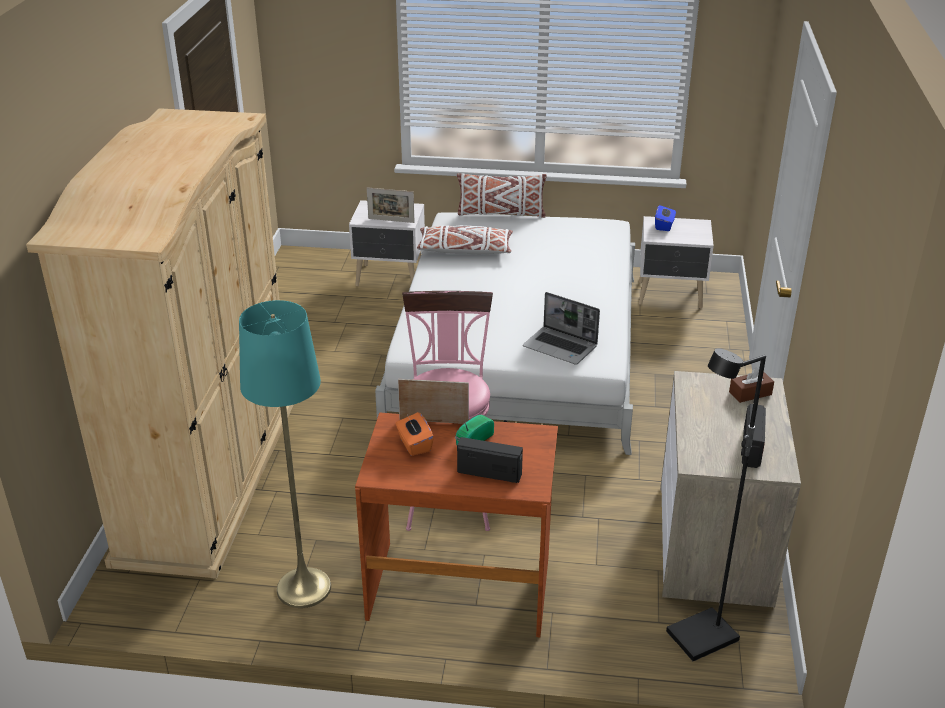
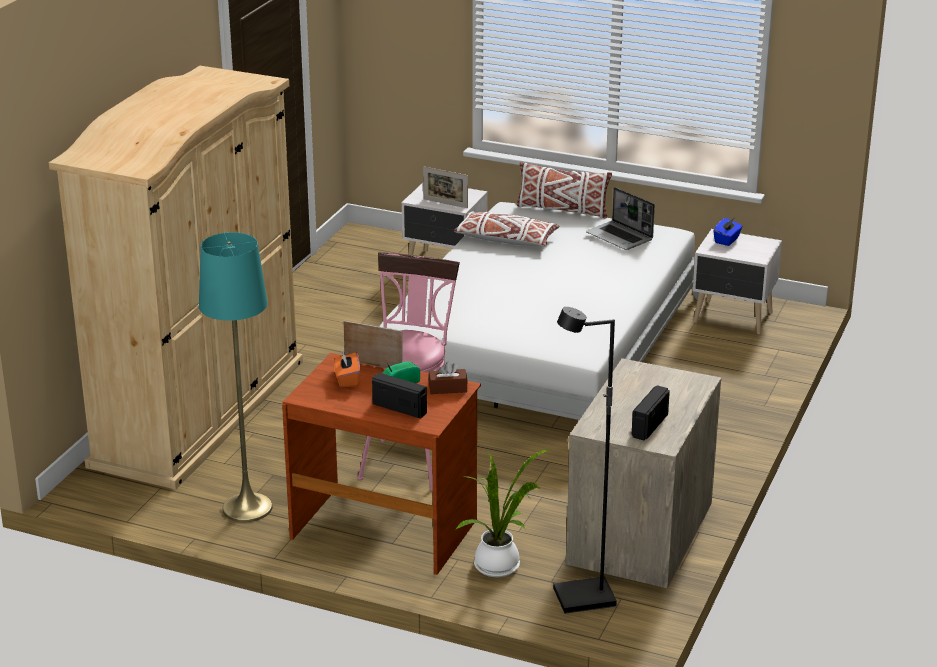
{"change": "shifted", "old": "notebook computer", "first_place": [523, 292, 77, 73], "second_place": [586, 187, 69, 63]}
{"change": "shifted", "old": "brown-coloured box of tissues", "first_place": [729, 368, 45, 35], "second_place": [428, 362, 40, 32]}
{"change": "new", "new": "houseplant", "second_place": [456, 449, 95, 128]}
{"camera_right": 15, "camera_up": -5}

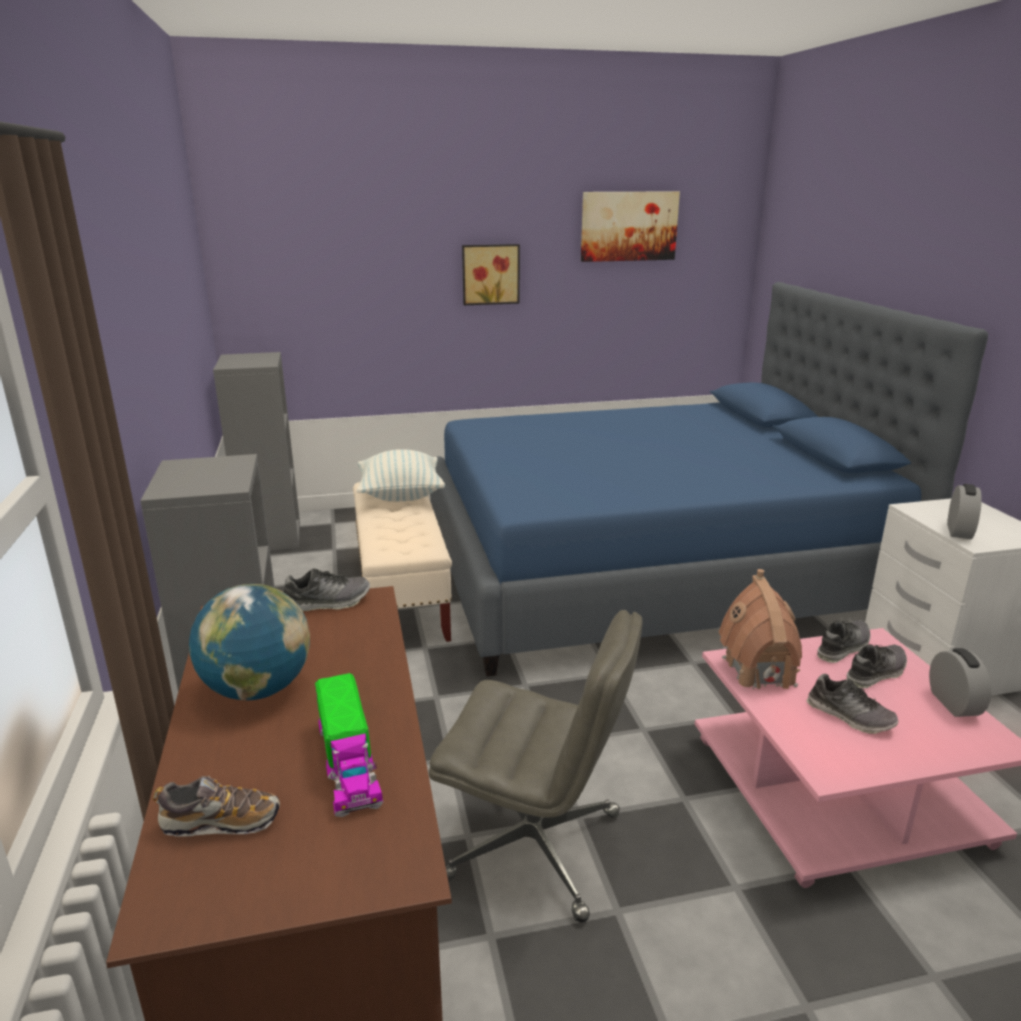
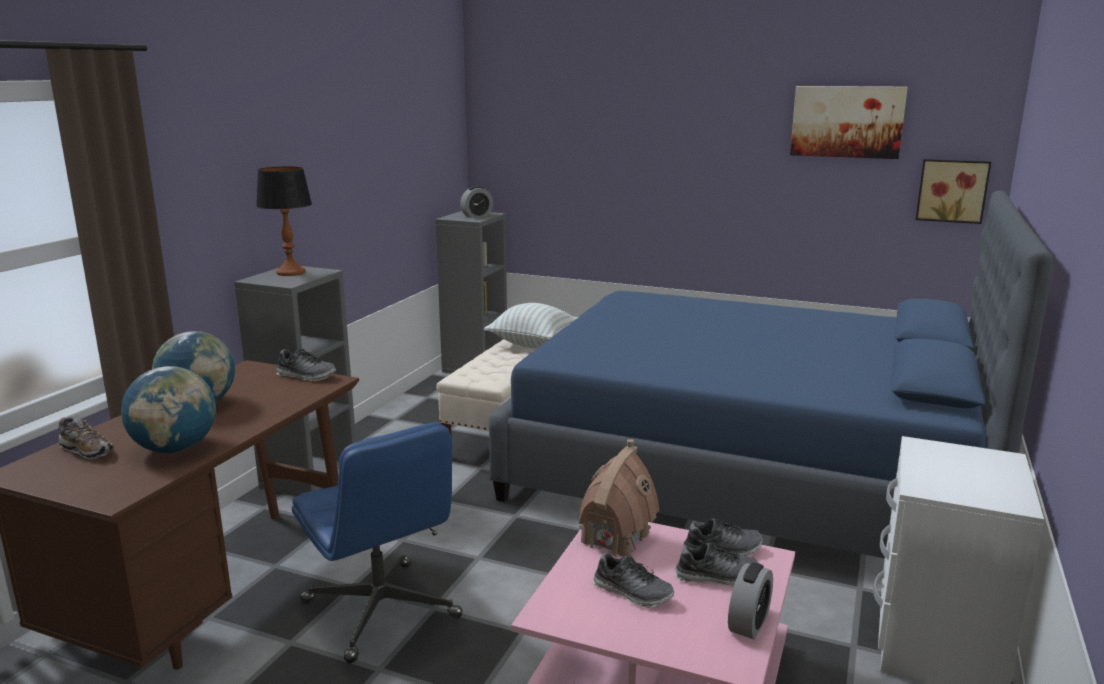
{"change": "shifted", "old": "picture", "first_place": [462, 244, 58, 61], "second_place": [915, 159, 76, 65]}
{"change": "shifted", "old": "table clock", "first_place": [947, 484, 35, 55], "second_place": [460, 186, 33, 31]}
{"change": "repainted", "old": "gray desk chair", "new": "bluish desk chair", "first_place": [429, 610, 213, 313], "second_place": [292, 422, 171, 241]}
{"change": "swapped", "old": "toy truck", "new": "globe", "first_place": [315, 673, 68, 144], "second_place": [121, 366, 95, 87]}
{"change": "rotated", "old": "item of footwear", "first_place": [807, 674, 91, 60], "second_place": [593, 552, 81, 56], "degrees": -45}
{"change": "new", "new": "tabletop lamp", "second_place": [256, 166, 56, 110]}
{"camera_right": 35, "camera_up": -5}

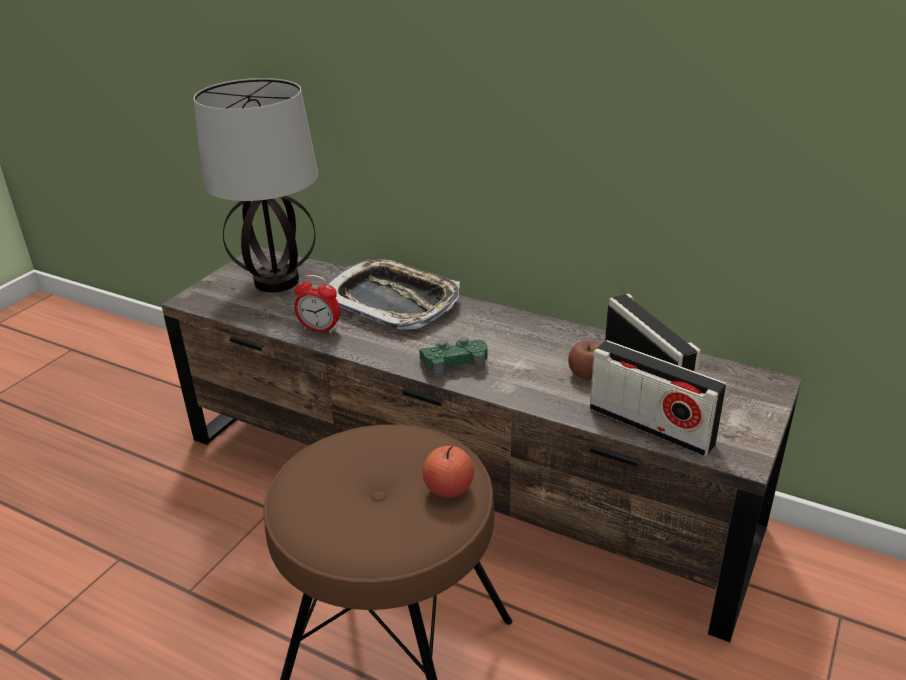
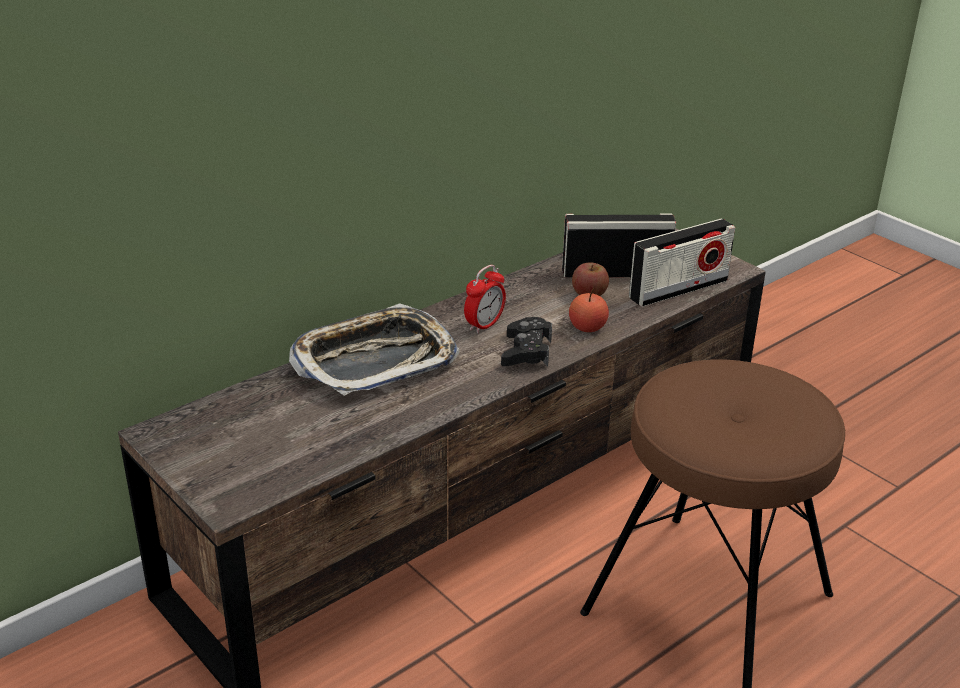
{"change": "gone", "old": "tabletop lamp", "first_place": [194, 78, 124, 214]}
{"change": "shifted", "old": "table clock", "first_place": [294, 275, 47, 59], "second_place": [464, 265, 42, 69]}
{"change": "repainted", "old": "green-coloured game controller", "new": "black-coloured game controller", "first_place": [419, 337, 69, 42], "second_place": [501, 317, 51, 50]}
{"change": "shifted", "old": "apple fruit", "first_place": [423, 446, 51, 52], "second_place": [569, 288, 40, 44]}
{"camera_right": -70, "camera_up": 0}

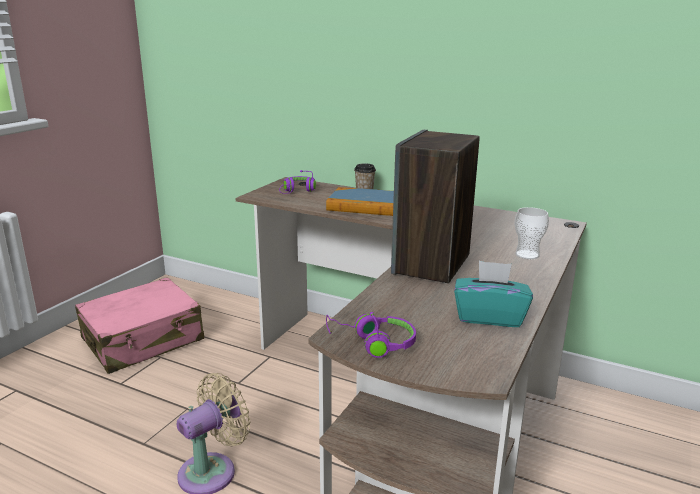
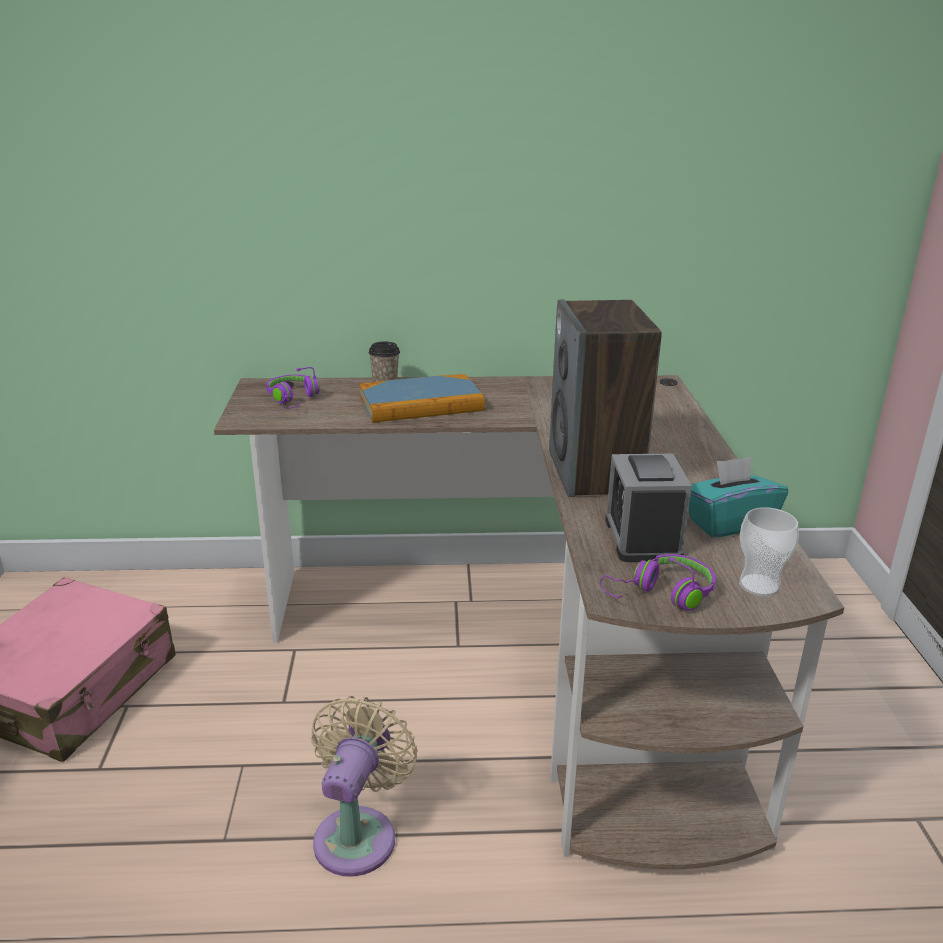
{"change": "shifted", "old": "small cup", "first_place": [514, 207, 35, 52], "second_place": [739, 507, 60, 90]}
{"change": "new", "new": "table clock", "second_place": [605, 454, 87, 108]}
{"camera_right": -30, "camera_up": 5}

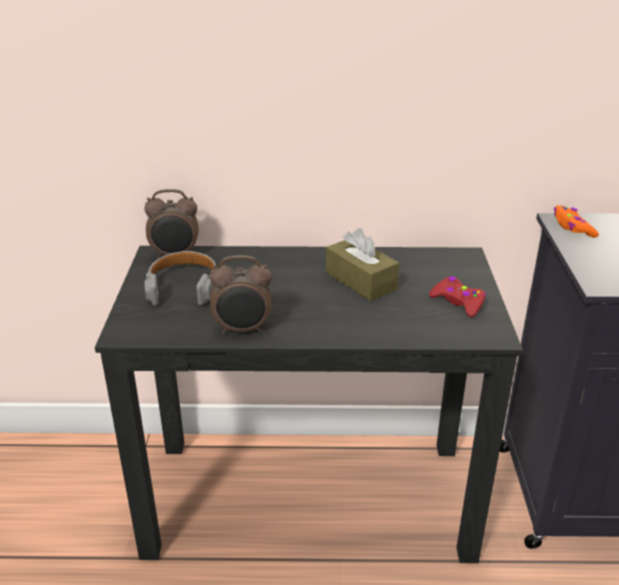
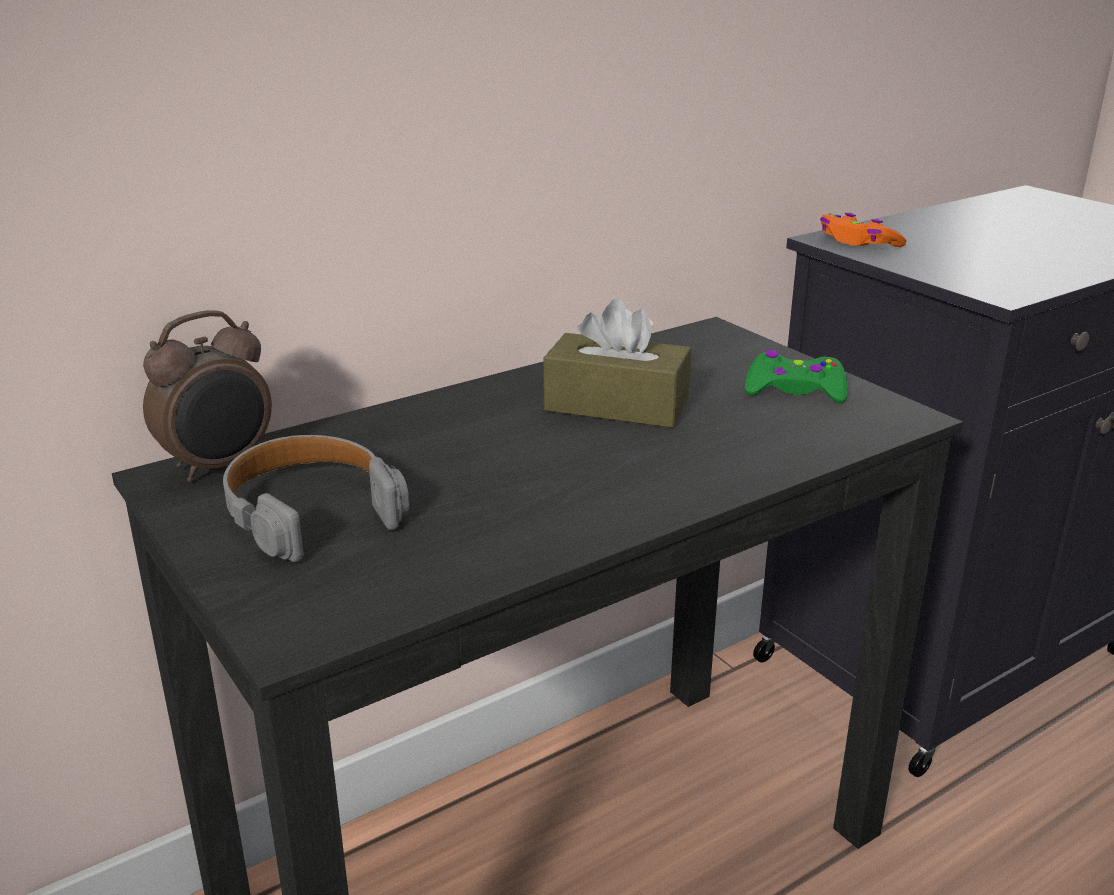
{"change": "gone", "old": "table clock", "first_place": [210, 255, 62, 79]}
{"change": "repainted", "old": "red-coloured game controller", "new": "green-coloured game controller", "first_place": [429, 276, 57, 41], "second_place": [745, 350, 103, 53]}
{"camera_right": -35, "camera_up": -5}

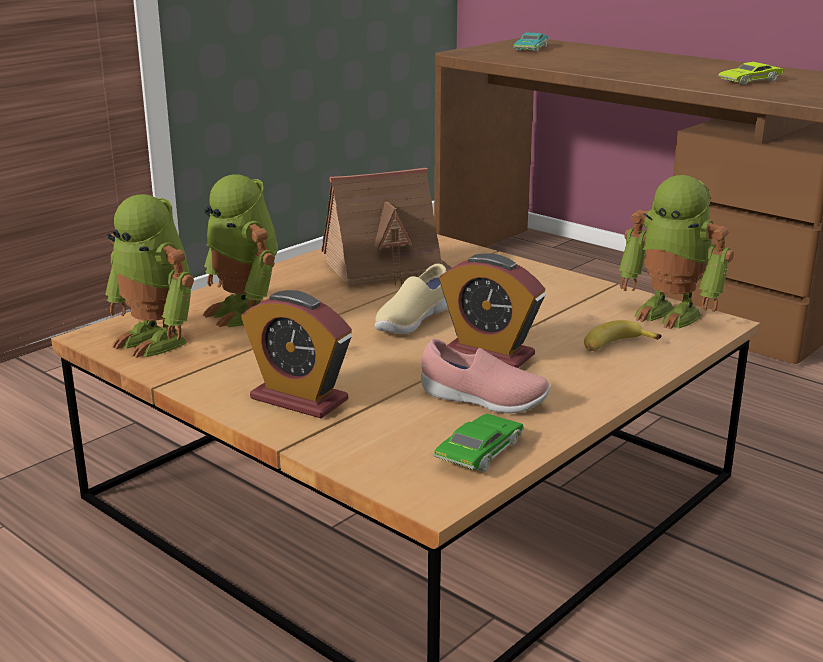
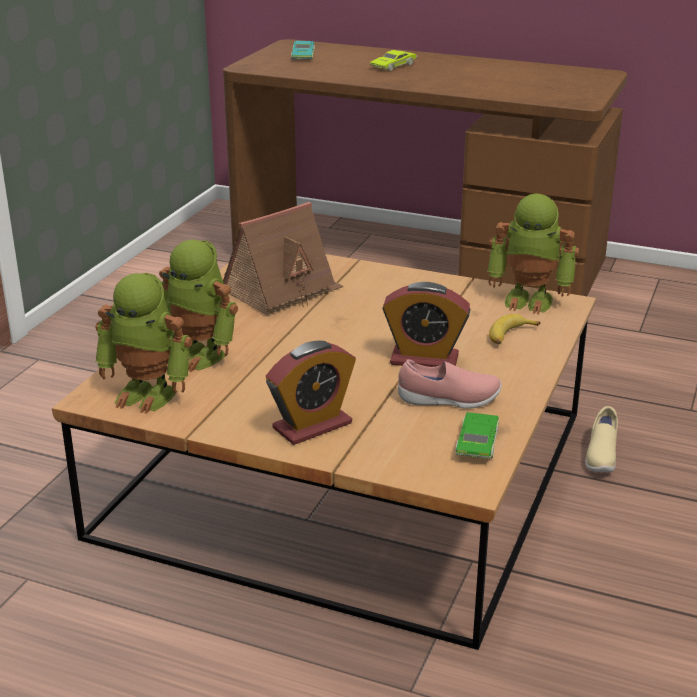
{"change": "shifted", "old": "green-coloured model car", "first_place": [718, 62, 66, 23], "second_place": [369, 50, 48, 21]}
{"change": "shifted", "old": "beige-coloured item of footwear", "first_place": [375, 264, 73, 70], "second_place": [585, 406, 33, 66]}
{"change": "rotated", "old": "table clock", "first_place": [241, 290, 111, 128], "second_place": [266, 341, 90, 104], "degrees": -45}
{"camera_right": -20, "camera_up": 5}

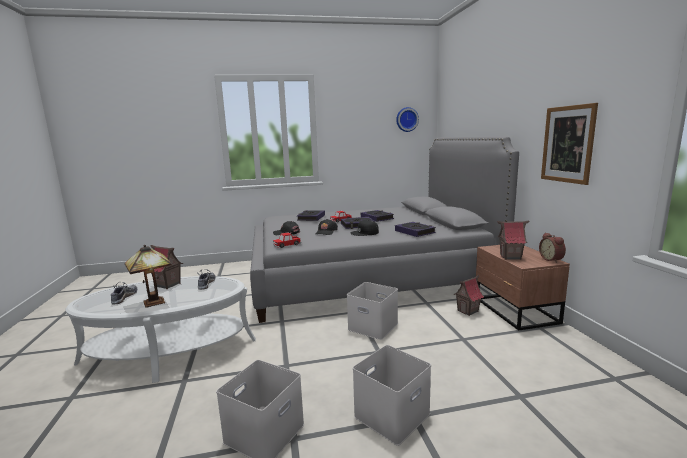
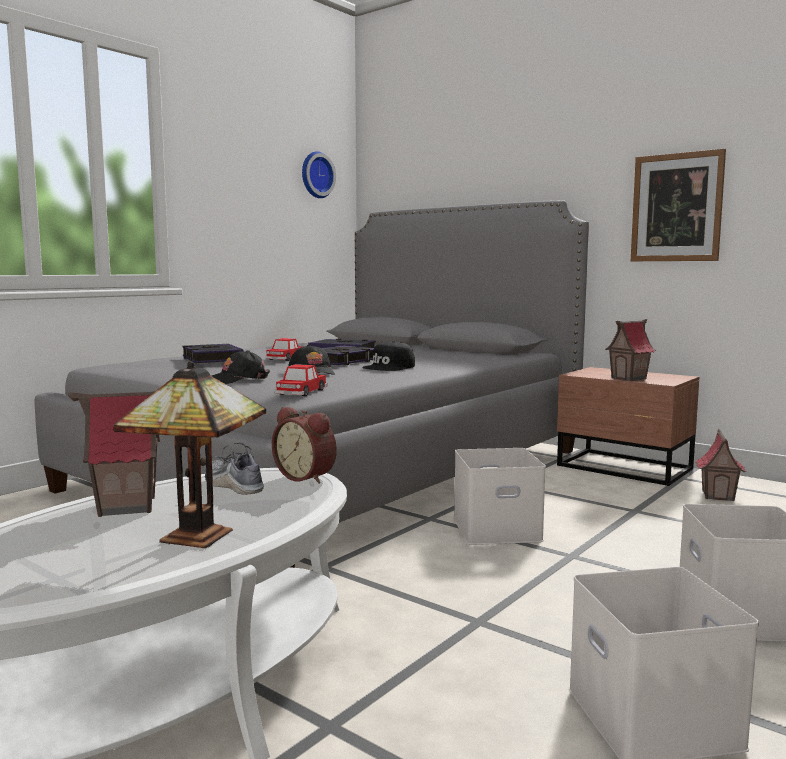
{"change": "gone", "old": "book", "first_place": [395, 222, 41, 15]}
{"change": "shifted", "old": "table clock", "first_place": [539, 233, 27, 30], "second_place": [272, 407, 65, 77]}
{"change": "shifted", "old": "toy house", "first_place": [454, 275, 30, 41], "second_place": [696, 429, 50, 72]}
{"change": "gone", "old": "item of footwear", "first_place": [111, 282, 26, 22]}
{"camera_right": -40, "camera_up": -5}

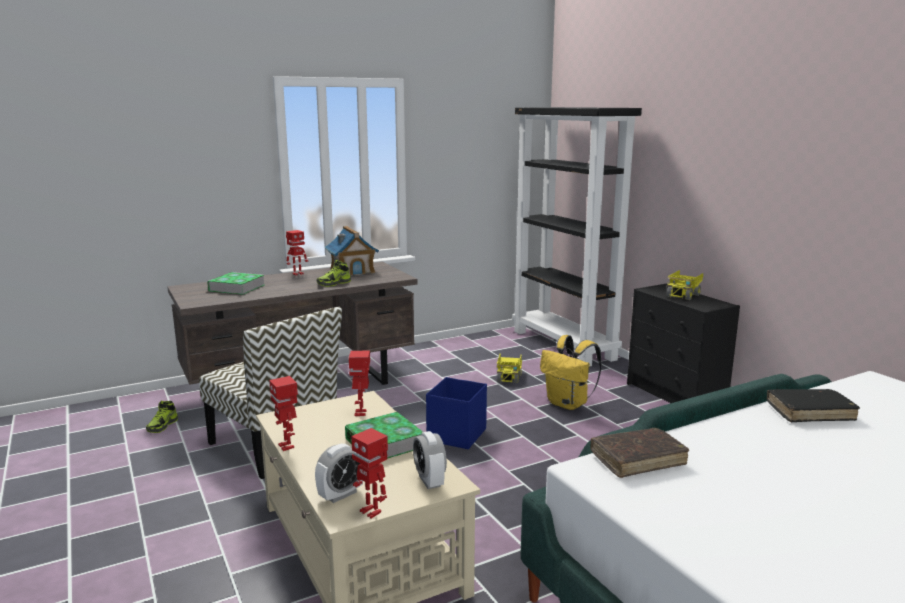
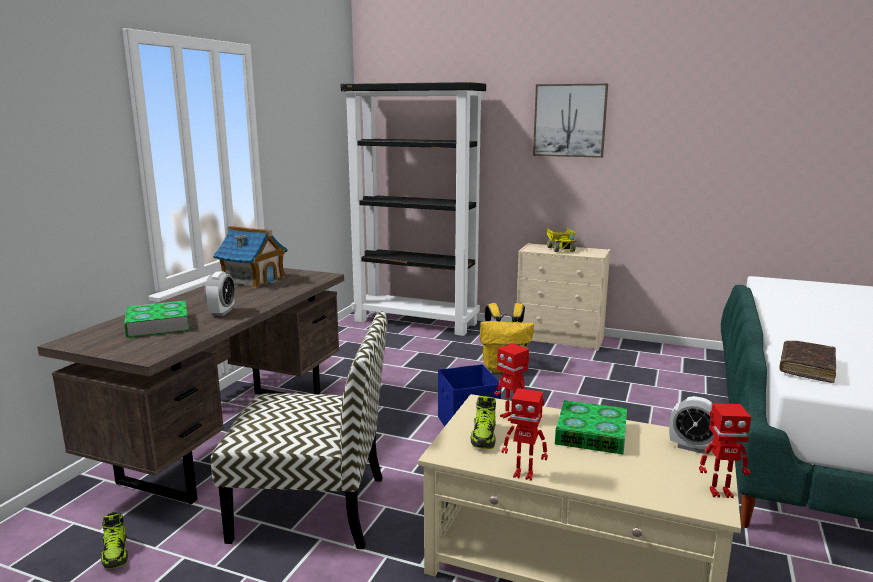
{"change": "gone", "old": "model robot", "first_place": [286, 230, 23, 46]}
{"change": "shifted", "old": "item of footwear", "first_place": [317, 260, 34, 27], "second_place": [471, 396, 25, 53]}
{"change": "repainted", "old": "black-coloured drawer chest", "new": "beige-coloured drawer chest", "first_place": [627, 284, 113, 119], "second_place": [517, 243, 93, 108]}
{"change": "gone", "old": "toy truck", "first_place": [496, 353, 26, 30]}
{"change": "gone", "old": "black-coloured book", "first_place": [766, 389, 94, 33]}
{"change": "shifted", "old": "table clock", "first_place": [315, 444, 48, 59], "second_place": [205, 271, 30, 45]}
{"change": "new", "new": "picture", "second_place": [533, 84, 75, 74]}
{"camera_right": -40, "camera_up": 0}

